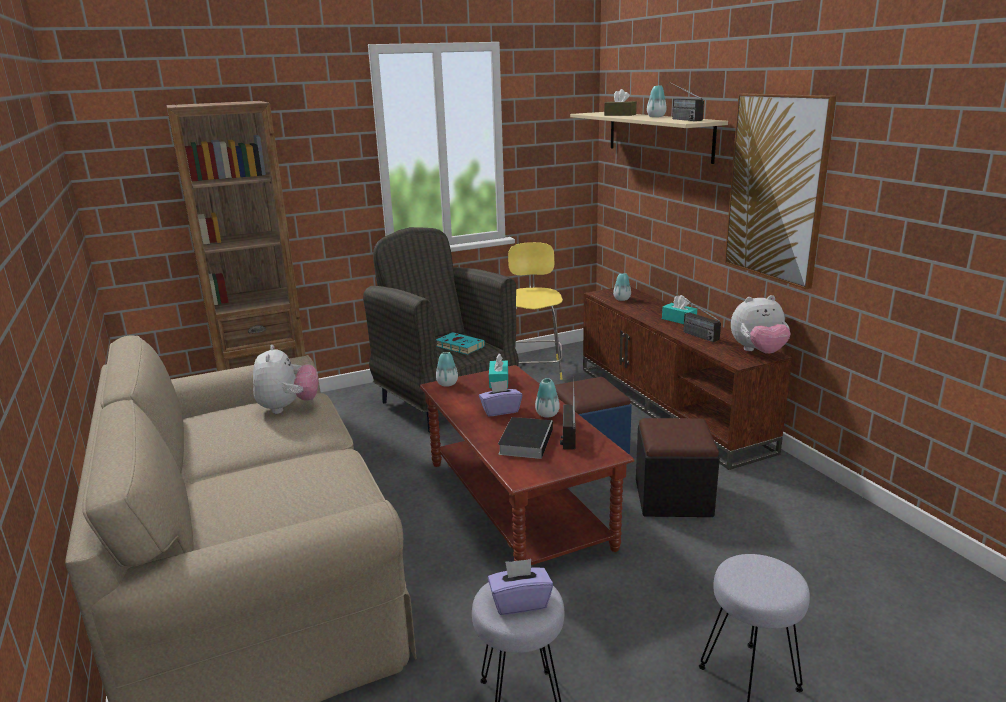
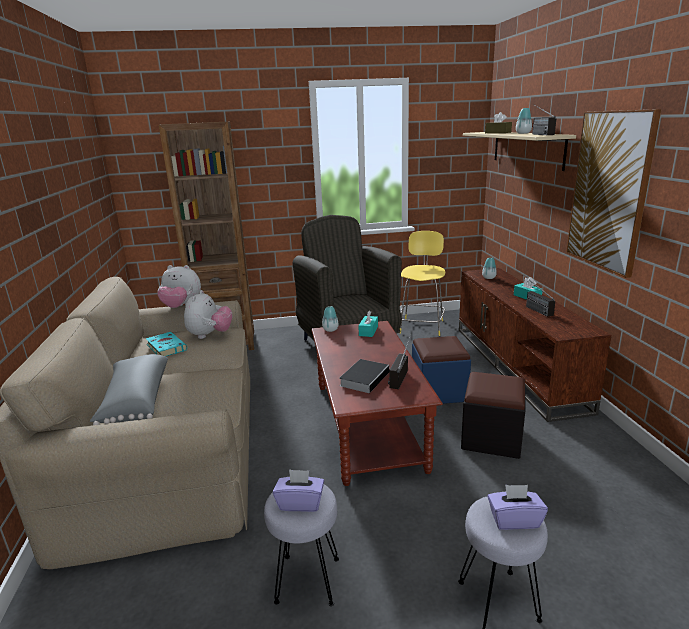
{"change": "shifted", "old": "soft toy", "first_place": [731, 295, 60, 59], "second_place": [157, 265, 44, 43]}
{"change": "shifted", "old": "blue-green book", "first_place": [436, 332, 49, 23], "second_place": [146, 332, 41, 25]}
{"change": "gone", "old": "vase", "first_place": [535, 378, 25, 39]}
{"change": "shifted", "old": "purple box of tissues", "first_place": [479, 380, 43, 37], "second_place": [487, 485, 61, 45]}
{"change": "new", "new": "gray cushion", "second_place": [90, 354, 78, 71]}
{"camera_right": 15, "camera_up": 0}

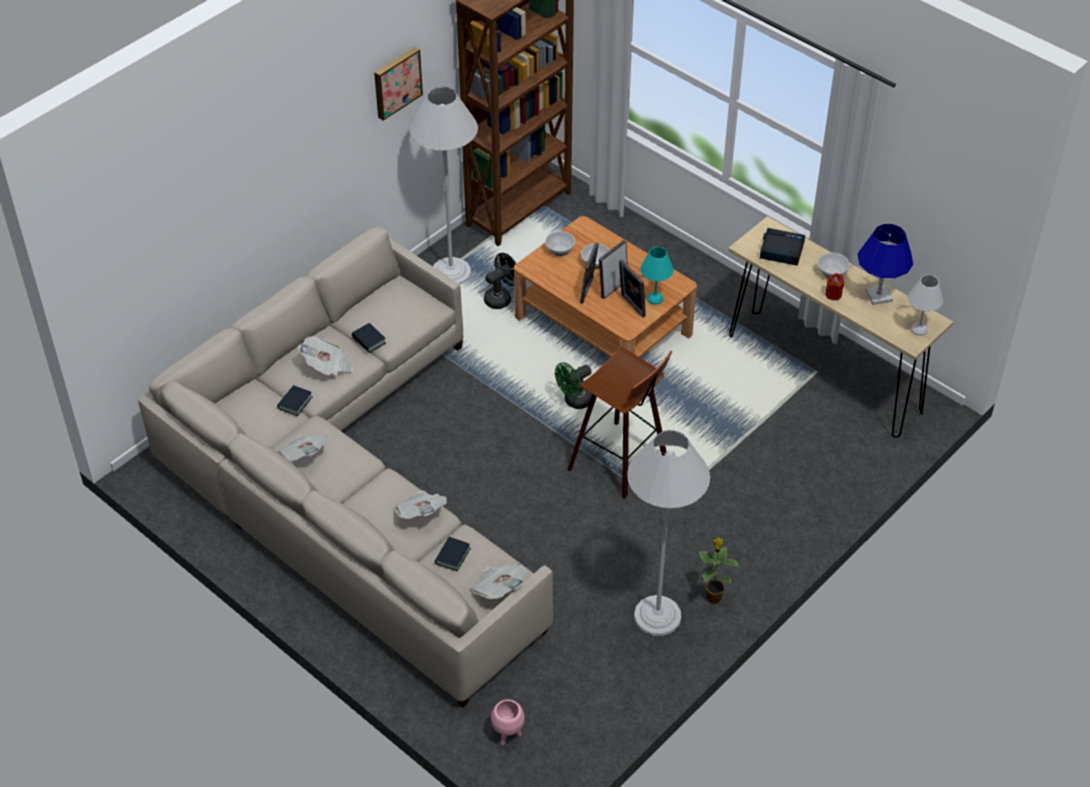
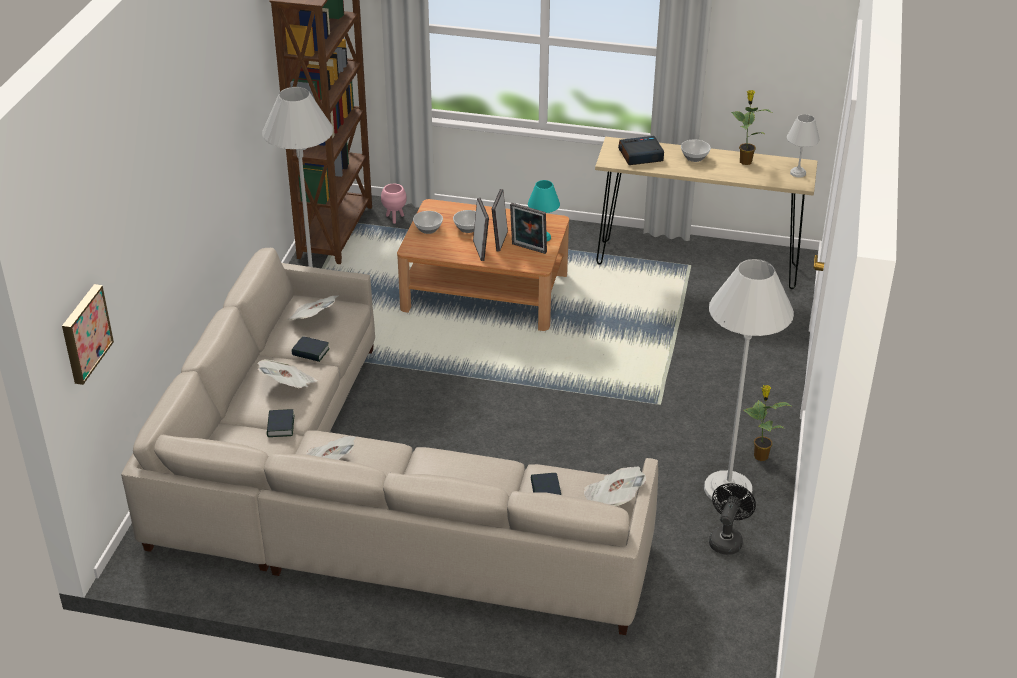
{"change": "shifted", "old": "picture", "first_place": [374, 47, 49, 74], "second_place": [62, 284, 52, 101]}
{"change": "swapped", "old": "bluish tabletop lamp", "new": "houseplant", "first_place": [858, 224, 55, 81], "second_place": [731, 90, 41, 75]}
{"change": "shifted", "old": "black-coloured electric fan", "first_place": [484, 253, 33, 56], "second_place": [709, 483, 47, 72]}
{"change": "gone", "old": "red-coloured wax light", "first_place": [825, 273, 19, 27]}
{"change": "gone", "old": "sitting stool", "first_place": [567, 346, 105, 153]}
{"change": "gone", "old": "green-coloured electric fan", "first_place": [555, 362, 38, 47]}
{"change": "shifted", "old": "daily paper", "first_place": [395, 490, 52, 29], "second_place": [287, 295, 52, 25]}
{"change": "shifted", "old": "pink flower pot", "first_place": [491, 699, 34, 47], "second_place": [381, 184, 26, 40]}
{"camera_right": -30, "camera_up": -10}

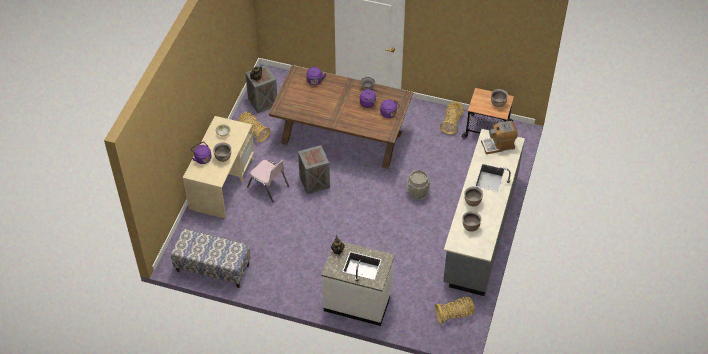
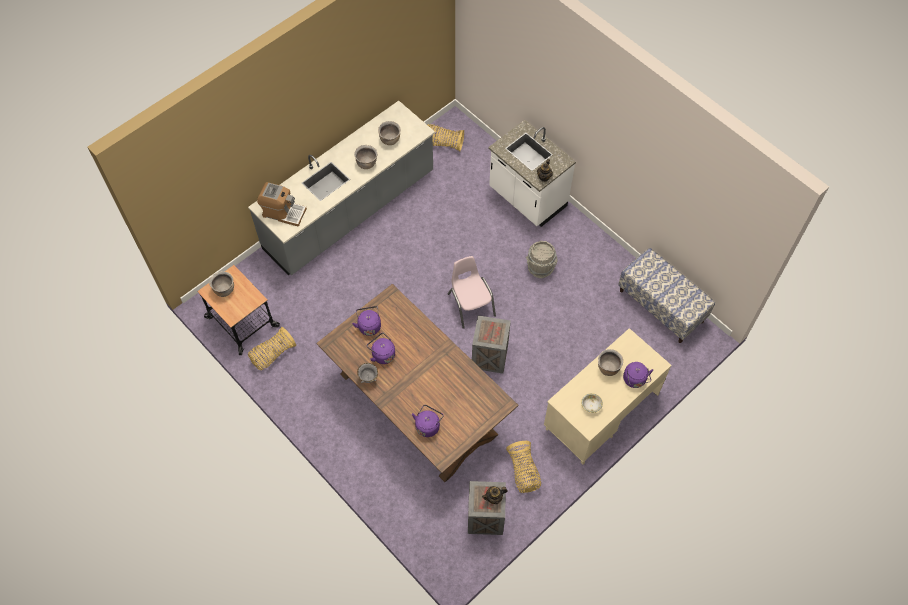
{"change": "shifted", "old": "pink upright chair", "first_place": [247, 160, 42, 42], "second_place": [447, 256, 49, 73]}
{"change": "shifted", "old": "gray pail", "first_place": [406, 170, 25, 30], "second_place": [526, 241, 32, 37]}
{"camera_right": -150, "camera_up": 10}

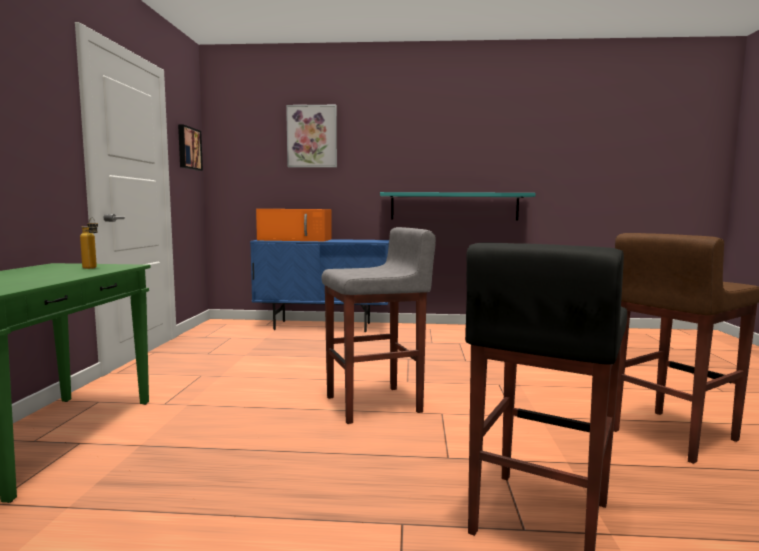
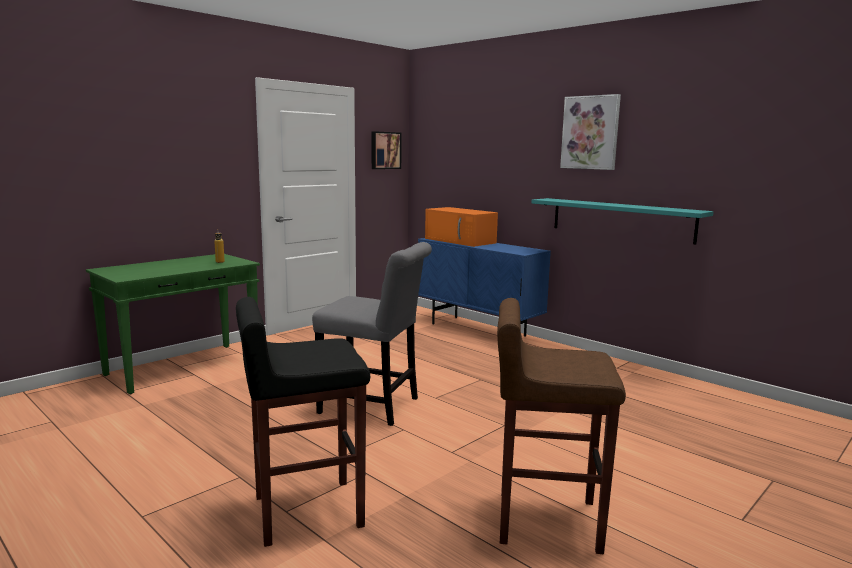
{"change": "shifted", "old": "picture", "first_place": [286, 105, 51, 62], "second_place": [560, 94, 61, 76]}
{"change": "swapped", "old": "gray sitting stool", "new": "gray upright chair", "first_place": [322, 227, 114, 197], "second_place": [312, 242, 120, 184]}
{"camera_right": 40, "camera_up": 5}

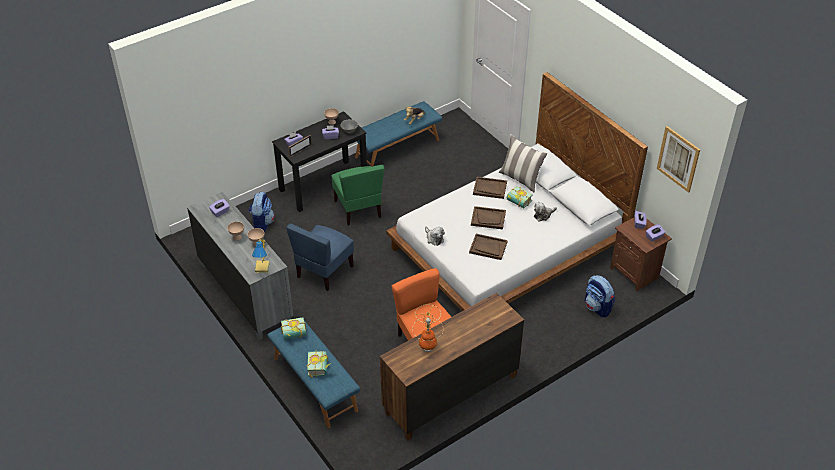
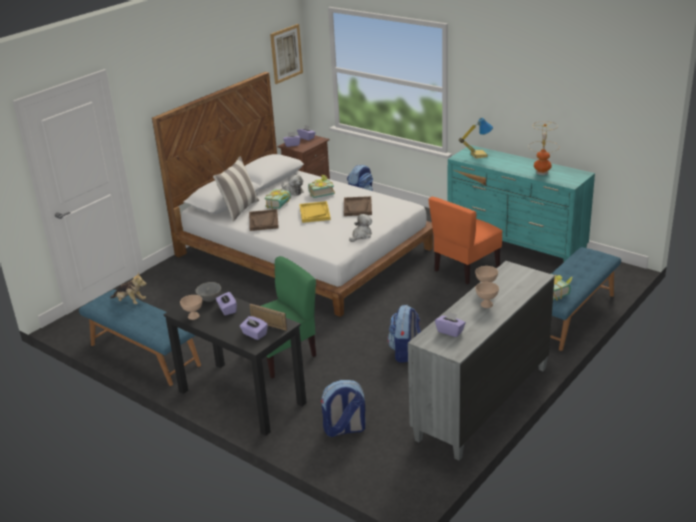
{"change": "repainted", "old": "brown-coloured carrying tray", "new": "yellow carrying tray", "first_place": [471, 206, 35, 23], "second_place": [299, 201, 32, 22]}
{"change": "swapped", "old": "bluish upright chair", "new": "knapsack", "first_place": [286, 223, 68, 68], "second_place": [387, 305, 34, 58]}
{"change": "shifted", "old": "tabletop lamp", "first_place": [252, 239, 18, 34], "second_place": [459, 118, 34, 41]}
{"change": "repainted", "old": "brown-coloured drawer chest", "new": "blue-green drawer chest", "first_place": [380, 293, 144, 147], "second_place": [448, 145, 147, 118]}
{"change": "shifted", "old": "book", "first_place": [307, 351, 24, 27], "second_place": [308, 175, 27, 23]}
{"camera_right": -105, "camera_up": -15}

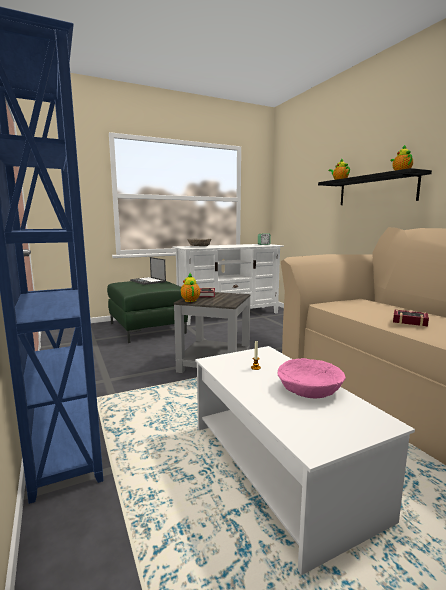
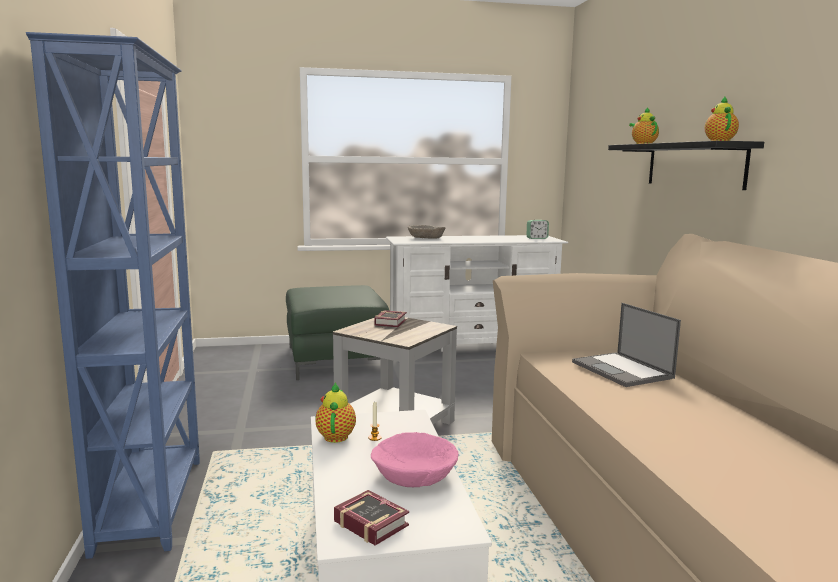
{"change": "shifted", "old": "notebook computer", "first_place": [130, 257, 36, 28], "second_place": [572, 303, 109, 84]}
{"change": "shifted", "old": "teapot", "first_place": [181, 273, 19, 29], "second_place": [315, 382, 41, 61]}
{"change": "shifted", "old": "book", "first_place": [393, 310, 36, 16], "second_place": [334, 490, 75, 55]}
{"camera_right": 15, "camera_up": 0}

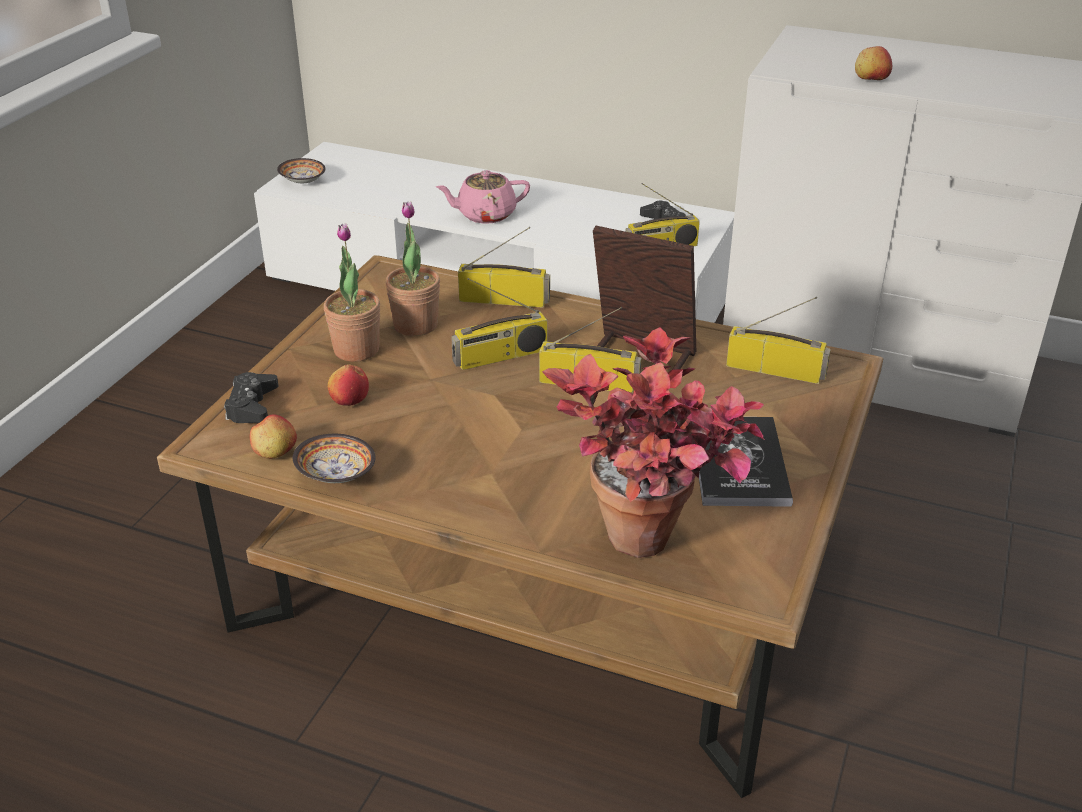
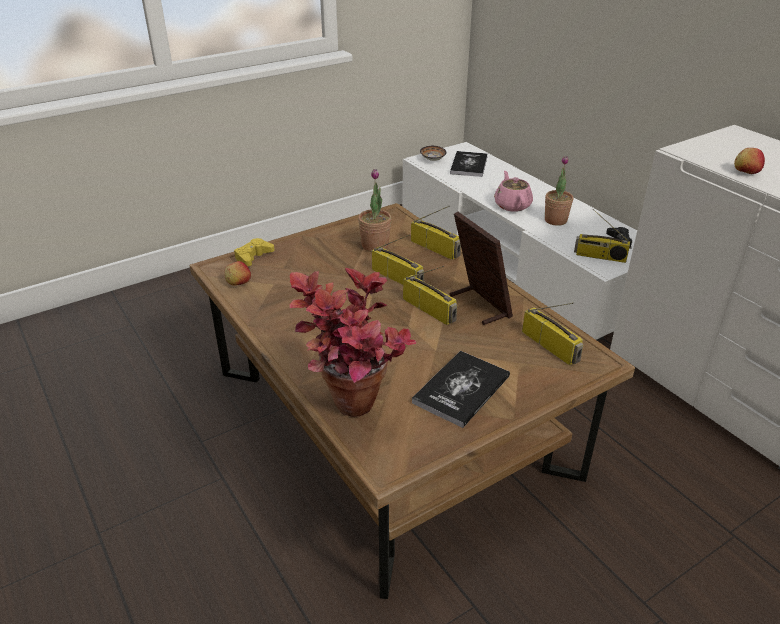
{"change": "rotated", "old": "pink teapot", "first_place": [436, 170, 94, 54], "second_place": [494, 171, 39, 41], "degrees": 60}
{"change": "shifted", "old": "houseplant", "first_place": [324, 223, 56, 139], "second_place": [545, 156, 28, 70]}
{"change": "rotated", "old": "radio", "first_place": [451, 278, 97, 92], "second_place": [372, 234, 52, 51], "degrees": -150}
{"change": "gone", "old": "apple fruit", "first_place": [328, 364, 41, 42]}
{"change": "repainted", "old": "black-coloured game controller", "new": "yellow game controller", "first_place": [224, 372, 55, 51], "second_place": [234, 238, 40, 28]}
{"change": "gone", "old": "deep dish", "first_place": [293, 434, 83, 49]}
{"change": "new", "new": "book", "second_place": [450, 151, 37, 26]}
{"camera_right": 35, "camera_up": 0}

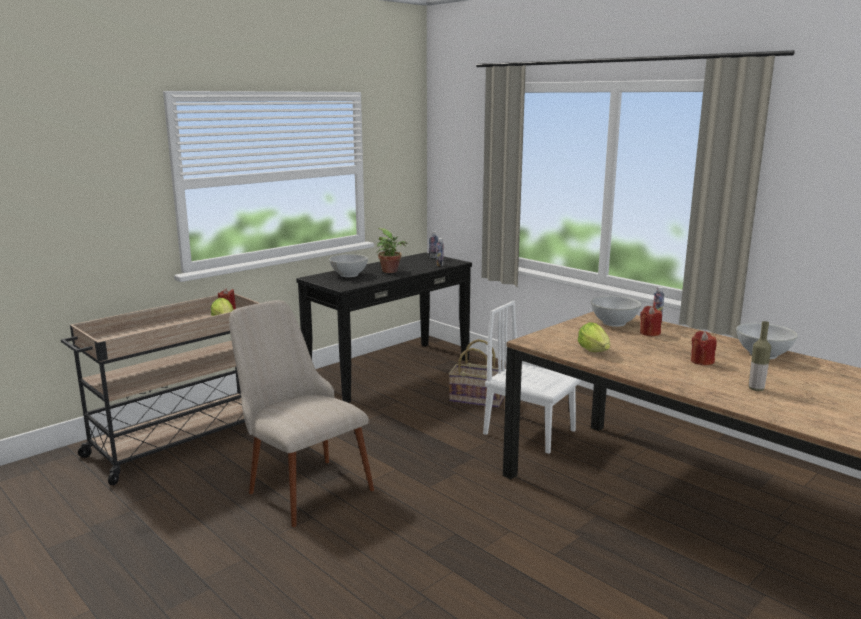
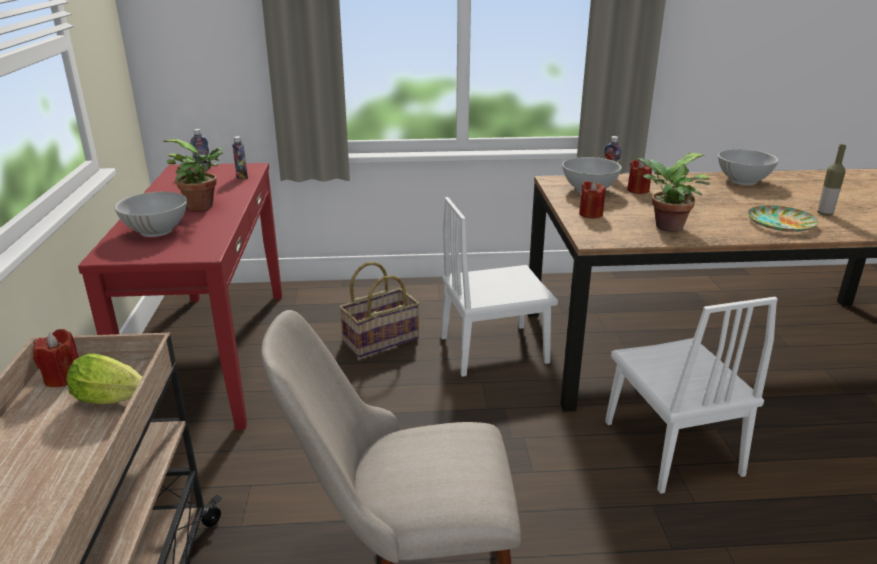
{"change": "repainted", "old": "black-coloured hall table", "new": "red-coloured hall table", "first_place": [296, 252, 176, 151], "second_place": [78, 163, 204, 267]}
{"change": "swapped", "old": "head of lettuce", "new": "houseplant", "first_place": [578, 322, 32, 30], "second_place": [634, 153, 76, 79]}
{"change": "shifted", "old": "red-coloured wax light", "first_place": [691, 331, 26, 34], "second_place": [579, 181, 27, 38]}
{"change": "new", "new": "flat dish", "second_place": [748, 205, 70, 27]}
{"change": "new", "new": "white-coloured upright chair", "second_place": [605, 297, 173, 197]}
{"camera_right": -50, "camera_up": 10}

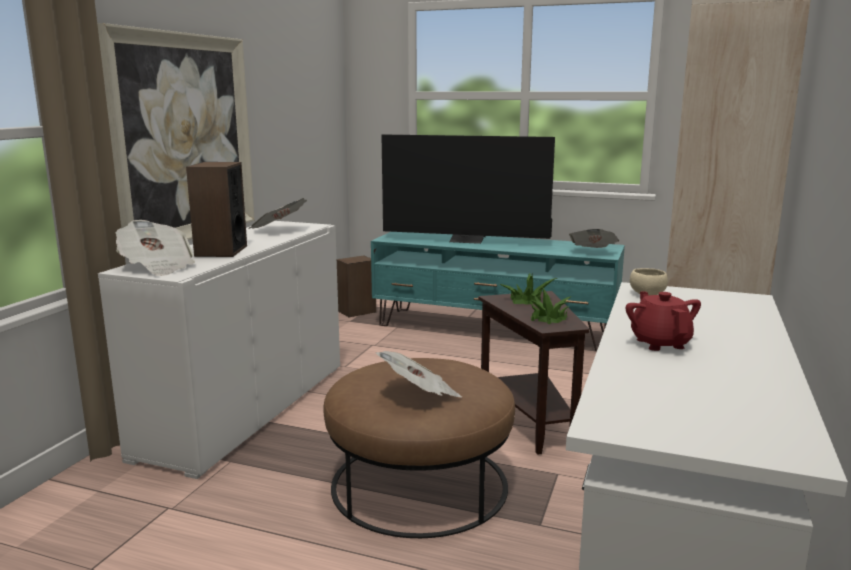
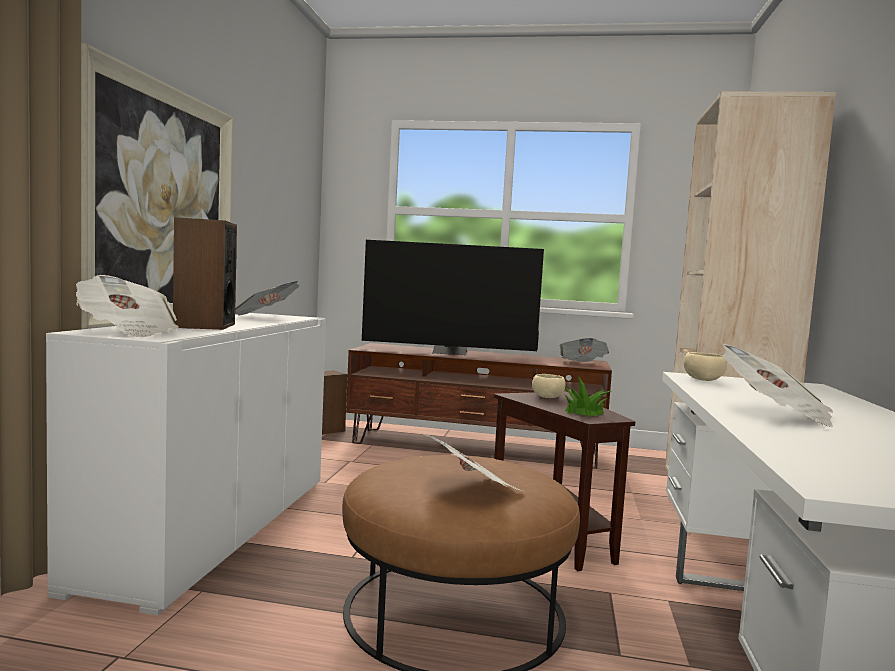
{"change": "repainted", "old": "blue-green tv unit", "new": "brown-coloured tv unit", "first_place": [371, 232, 254, 120], "second_place": [346, 343, 266, 126]}
{"change": "swapped", "old": "houseplant", "new": "beige-coloured deep dish", "first_place": [499, 273, 58, 32], "second_place": [532, 374, 34, 24]}
{"change": "swapped", "old": "red-coloured teapot", "new": "daily paper", "first_place": [626, 291, 75, 60], "second_place": [723, 344, 110, 83]}
{"camera_right": -10, "camera_up": -10}

